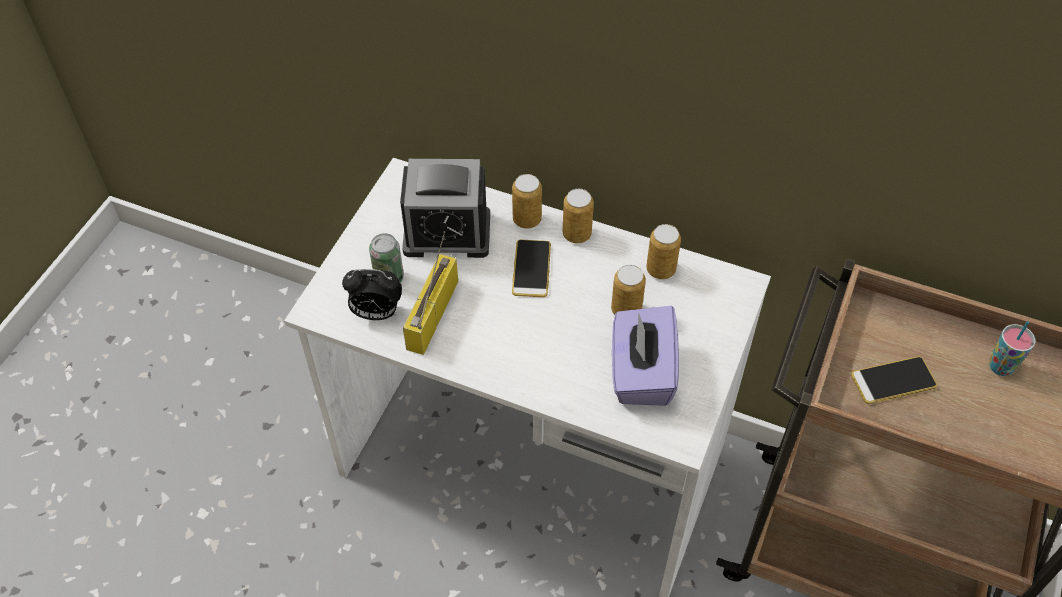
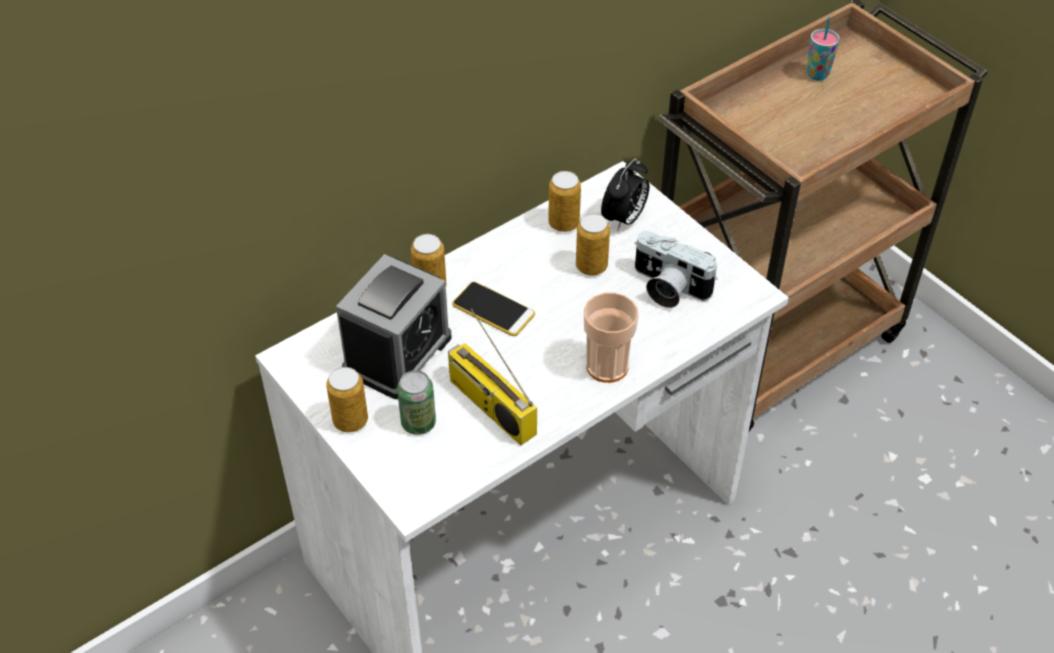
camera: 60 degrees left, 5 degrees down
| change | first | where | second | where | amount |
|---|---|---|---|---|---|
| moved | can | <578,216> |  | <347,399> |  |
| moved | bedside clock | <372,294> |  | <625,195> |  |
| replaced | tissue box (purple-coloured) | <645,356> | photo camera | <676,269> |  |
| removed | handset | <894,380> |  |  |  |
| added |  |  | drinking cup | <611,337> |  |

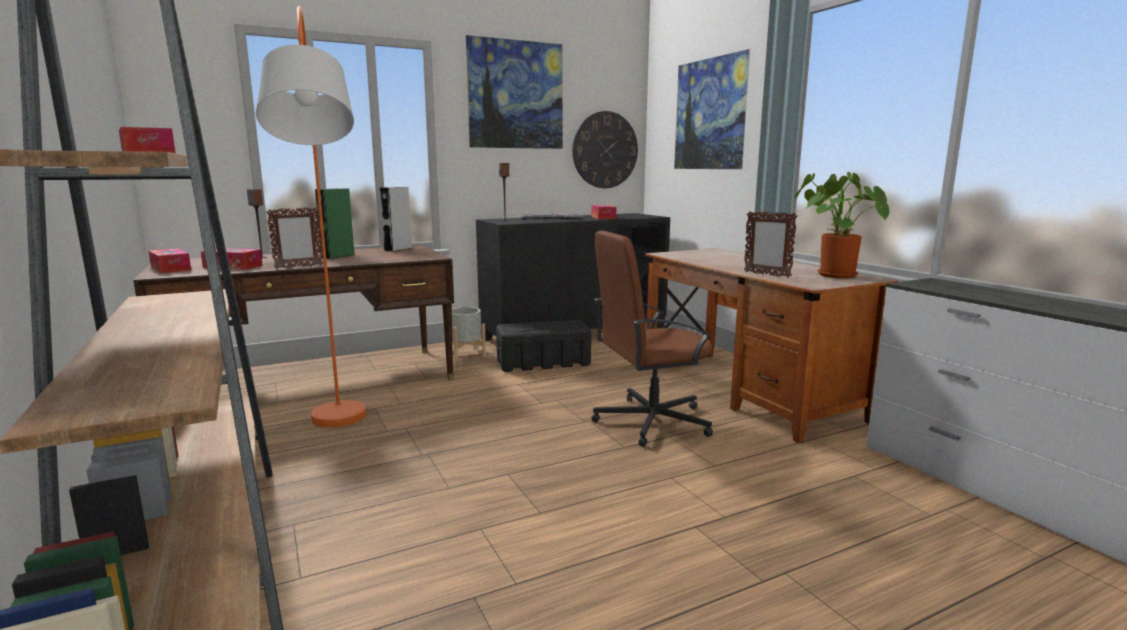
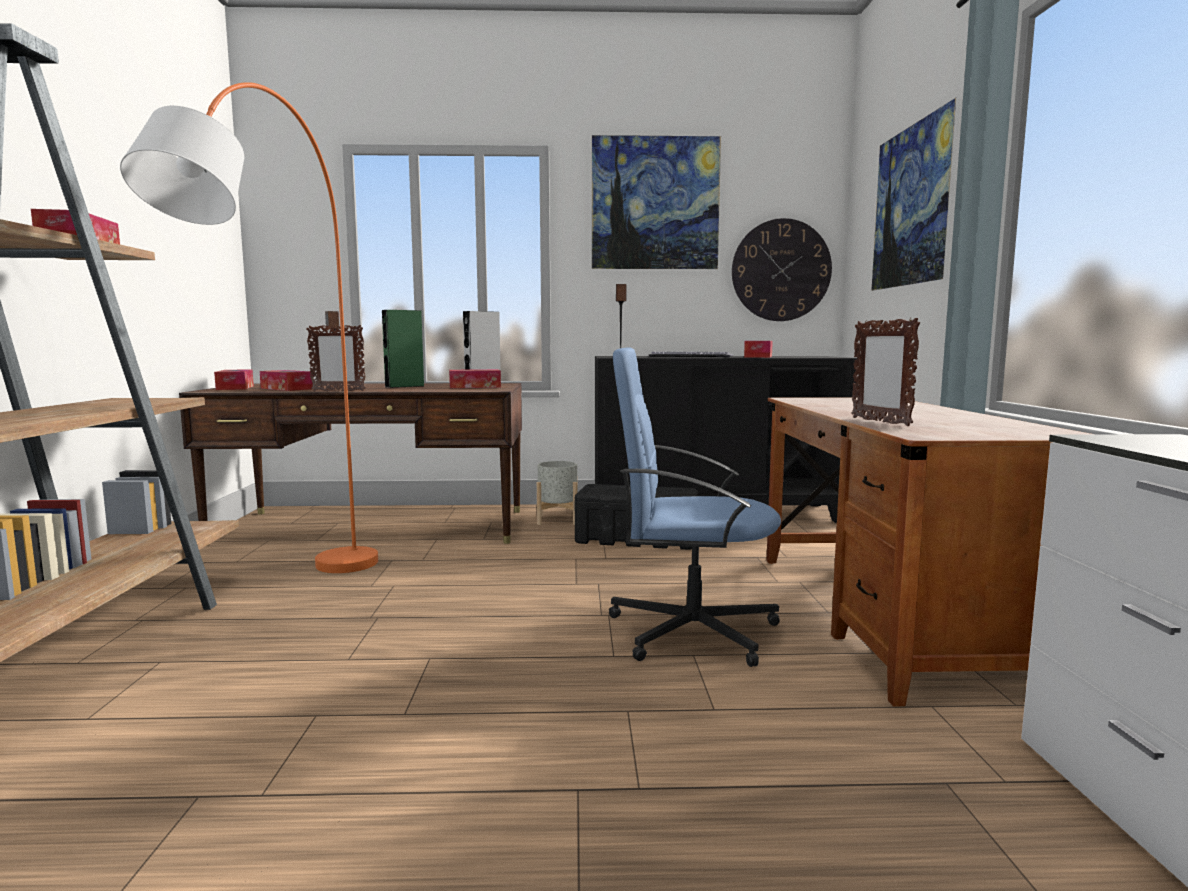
camera: 25 degrees right, 5 degrees down
| change | first | where | second | where | amount |
|---|---|---|---|---|---|
| removed | plant in a pot | <842,225> |  |  |  |
| recoloured | office chair (brown) | <652,339> | office chair (blue-coloured) | <695,507> |  |
| added |  |  | tissue box | <475,378> |  |

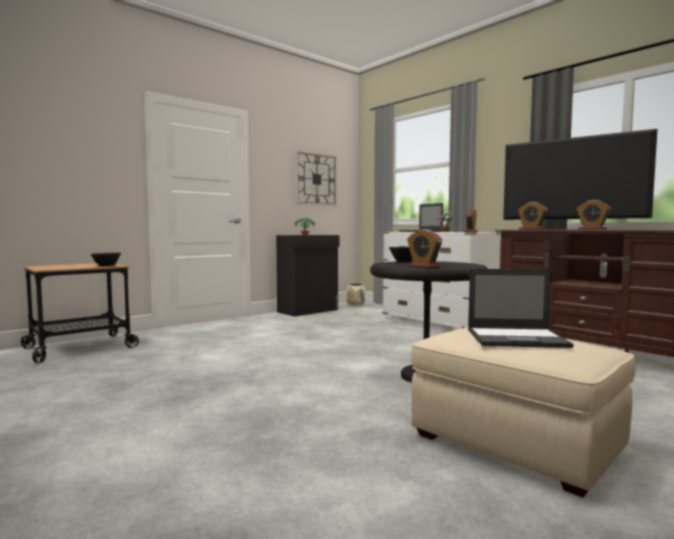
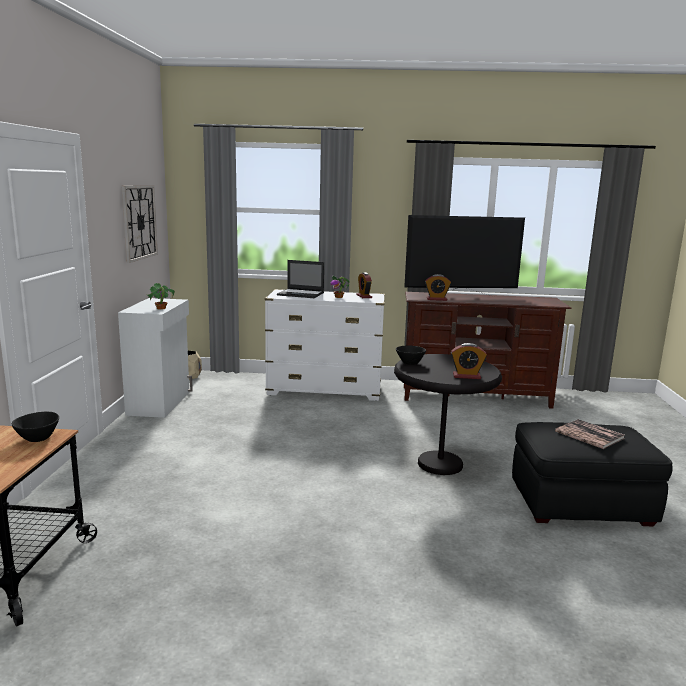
camera: 45 degrees left, 10 degrees up
| change | first | where | second | where | amount |
|---|---|---|---|---|---|
| removed | bedside clock | <594,215> |  |  |  |
| recoloured | storage cabinet (black-coloured) | <308,276> | storage cabinet (white-coloured) | <155,358> |  |
| replaced | notebook computer | <521,308> | bound book | <590,434> |  |
| recoloured | ottoman (beige) | <523,412> | ottoman (black-coloured) | <592,474> |  |

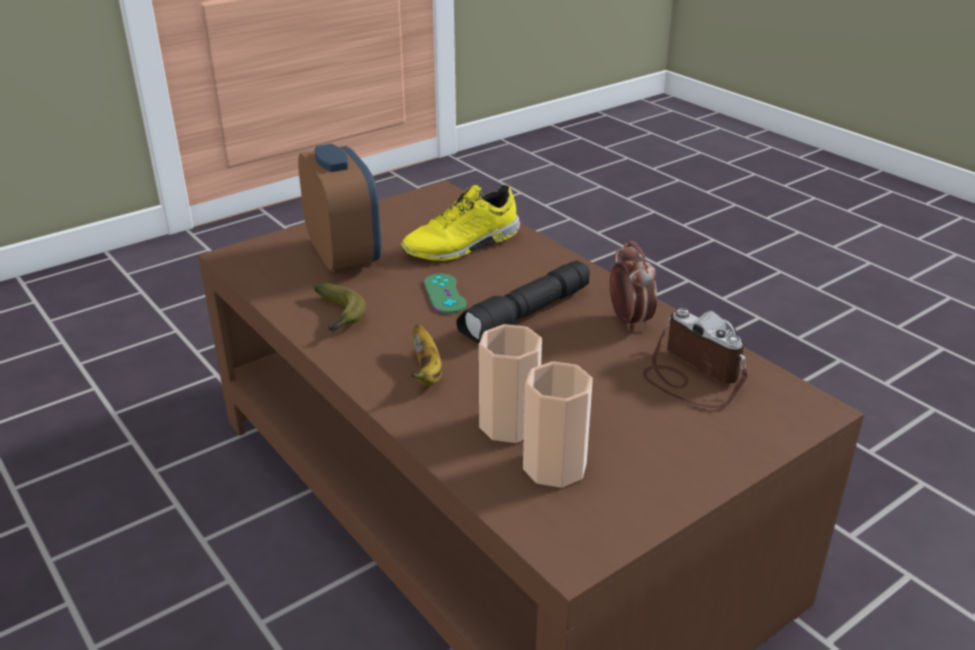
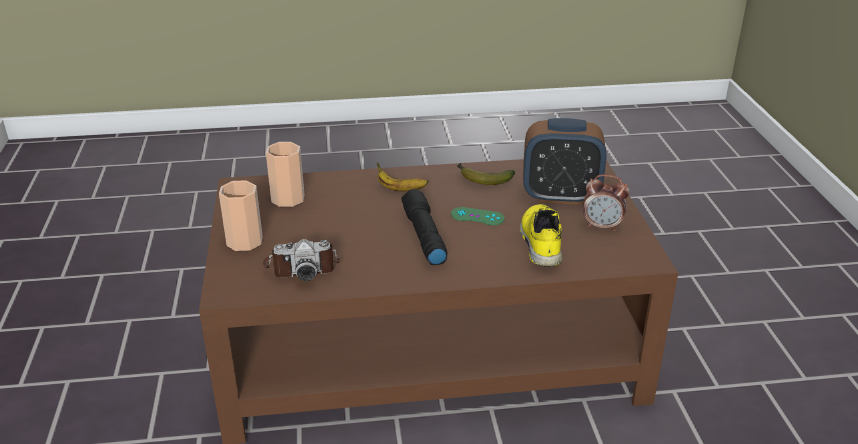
camera: 120 degrees right, 0 degrees up
| change | first | where | second | where | amount |
|---|---|---|---|---|---|
| moved | bedside clock | <633,285> |  | <606,202> |  |
| moved | drinking cup | <510,383> |  | <241,215> |  |

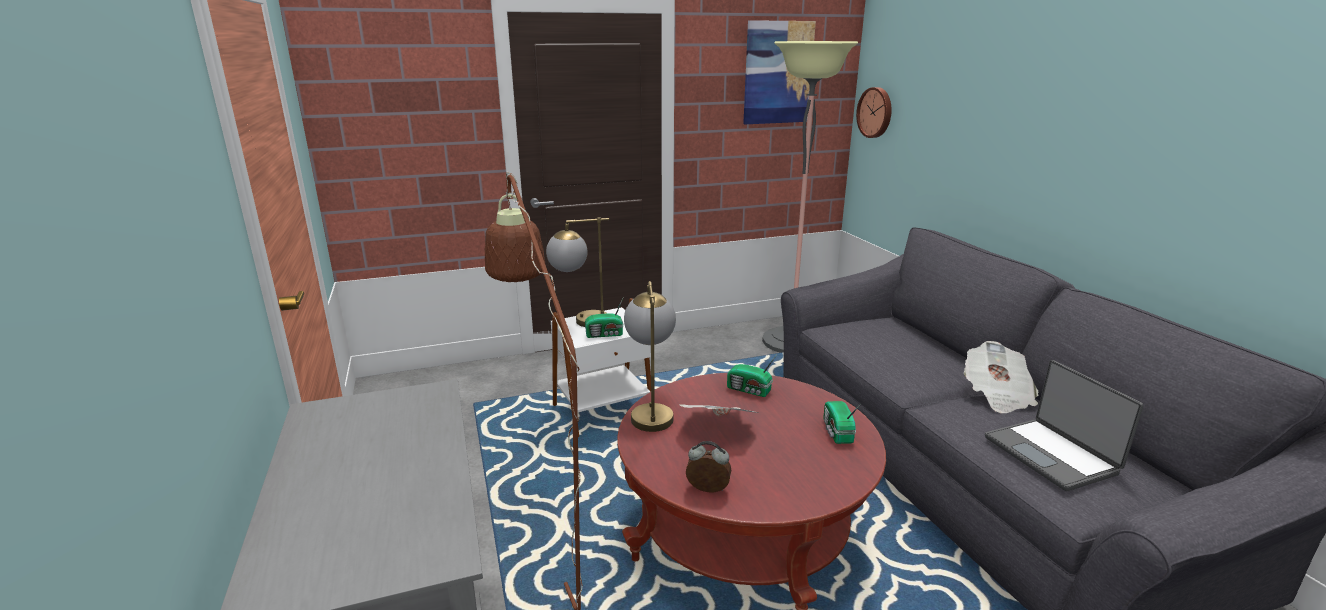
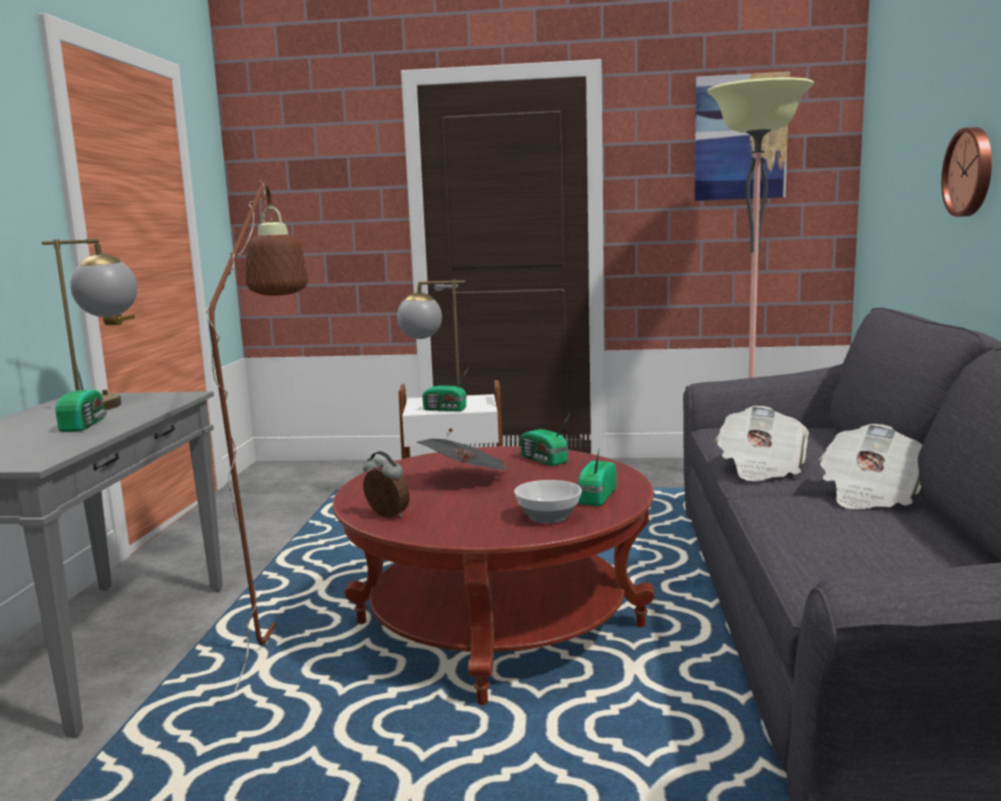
camera: 25 degrees right, 10 degrees down
| change | first | where | second | where | amount |
|---|---|---|---|---|---|
| moved | clock on the wall | <874,112> |  | <966,172> |  |
| moved | table lamp | <650,356> |  | <89,324> |  |
| removed | notebook computer | <1064,425> |  |  |  |
| added |  |  | radio | <81,397> |  |
| added |  |  | daily paper | <762,443> |  |
| added |  |  | deep dish | <548,501> |  |

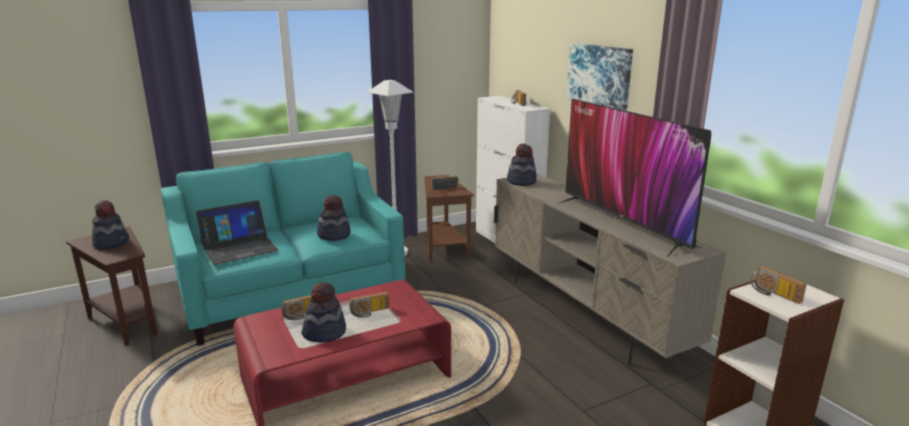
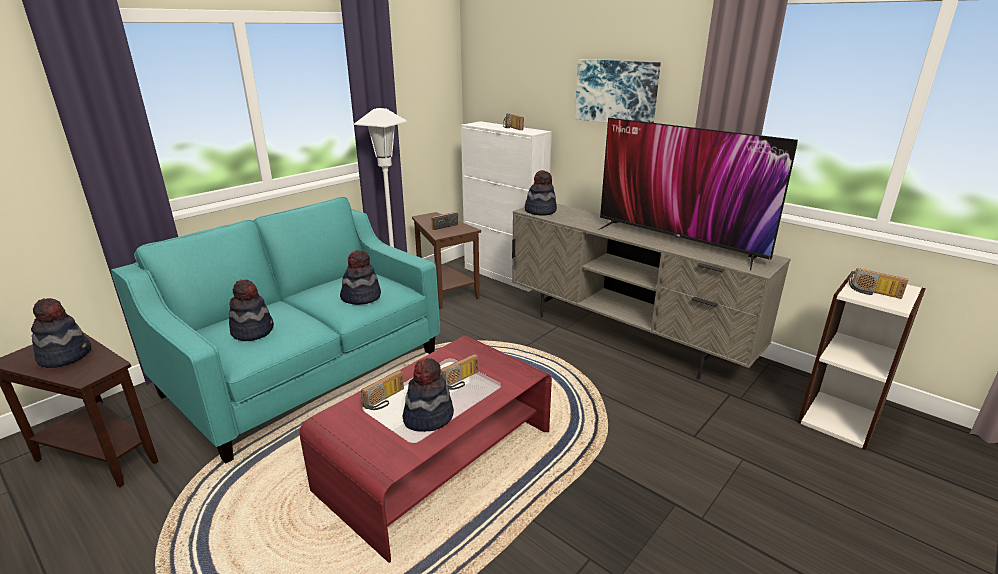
camera: 20 degrees left, 5 degrees up
| change | first | where | second | where | amount |
|---|---|---|---|---|---|
| replaced | notebook computer | <237,232> | clothing hat | <251,310> |  |

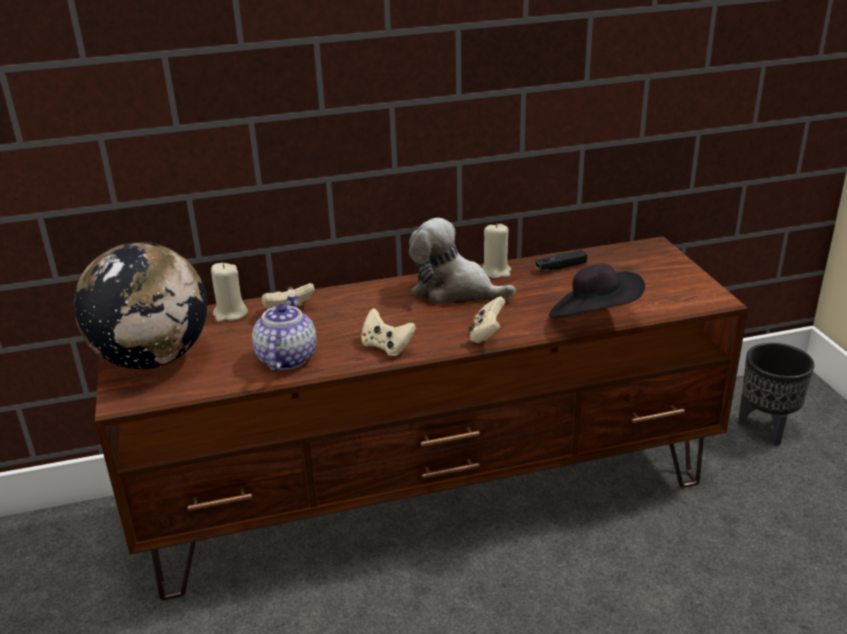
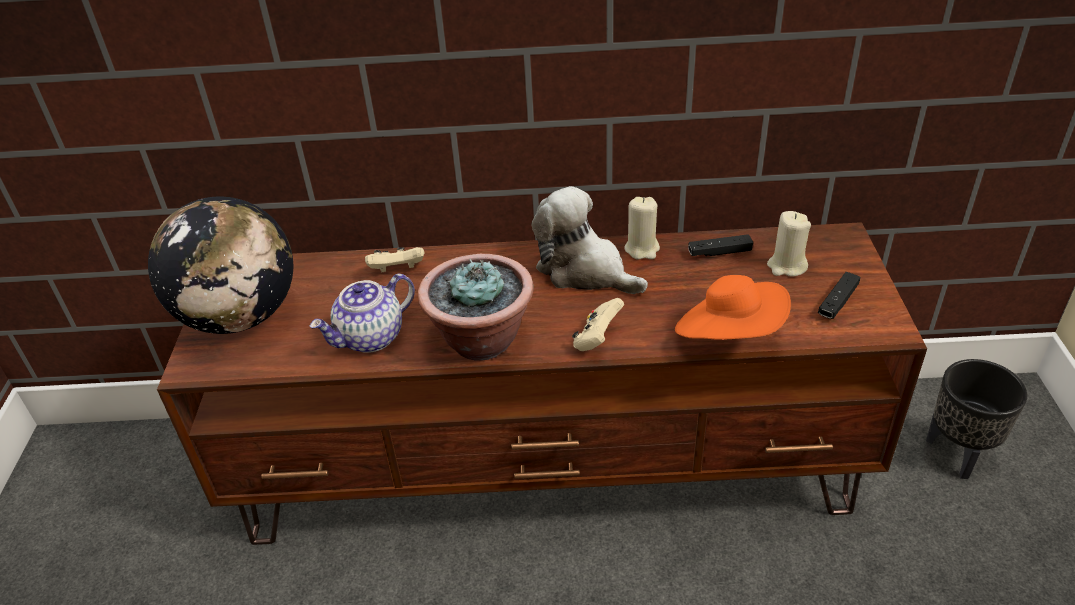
camera: 15 degrees right, 10 degrees up
| change | first | where | second | where | amount |
|---|---|---|---|---|---|
| moved | wax candle (beige) | <229,292> |  | <789,244> |  |
| recoloured | clothing hat (black-coloured) | <597,290> | clothing hat (orange) | <733,307> |  |
| turned | tea pot | <284,332> |  | <362,313> | 150 degrees counterclockwise |
| replaced | game controller (beige) | <388,332> | plant in a pot | <475,307> |  |
| added |  |  | game controller (black-coloured) | <839,295> |  |

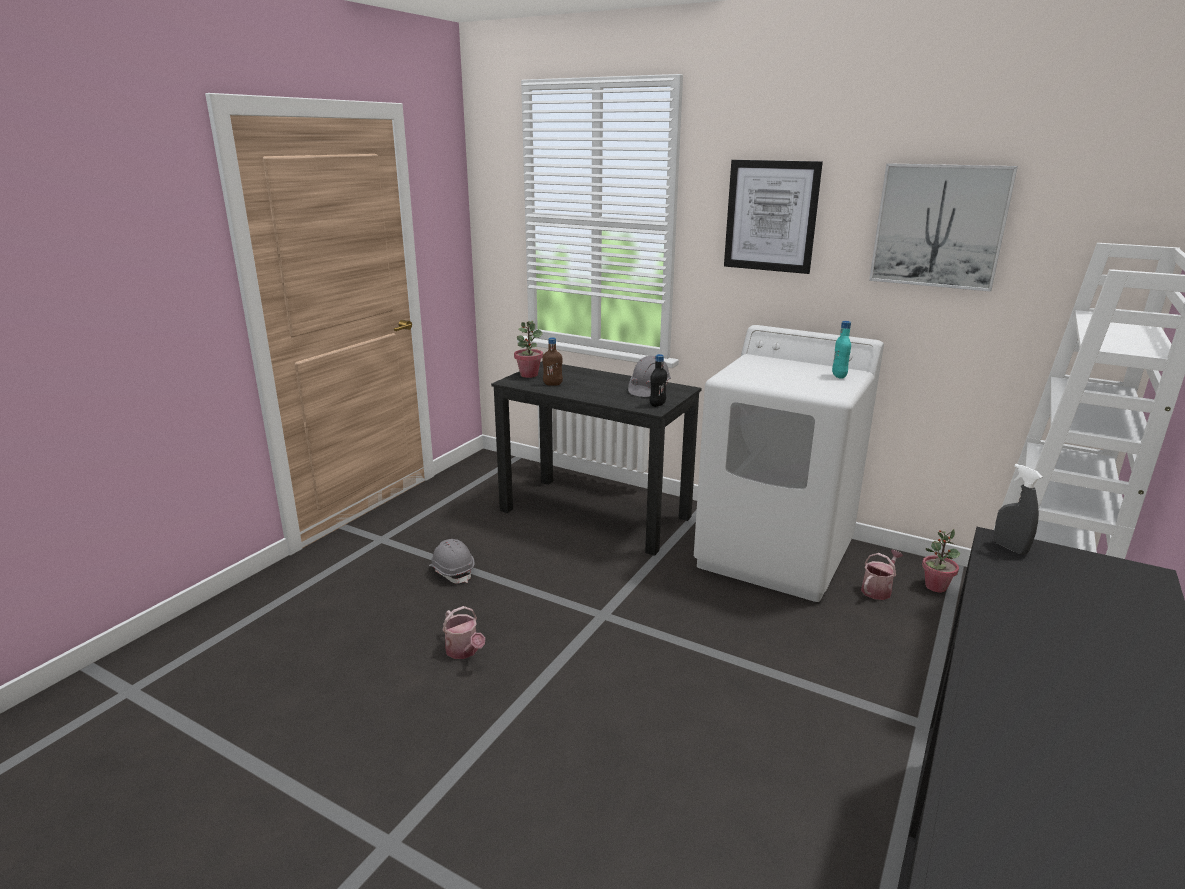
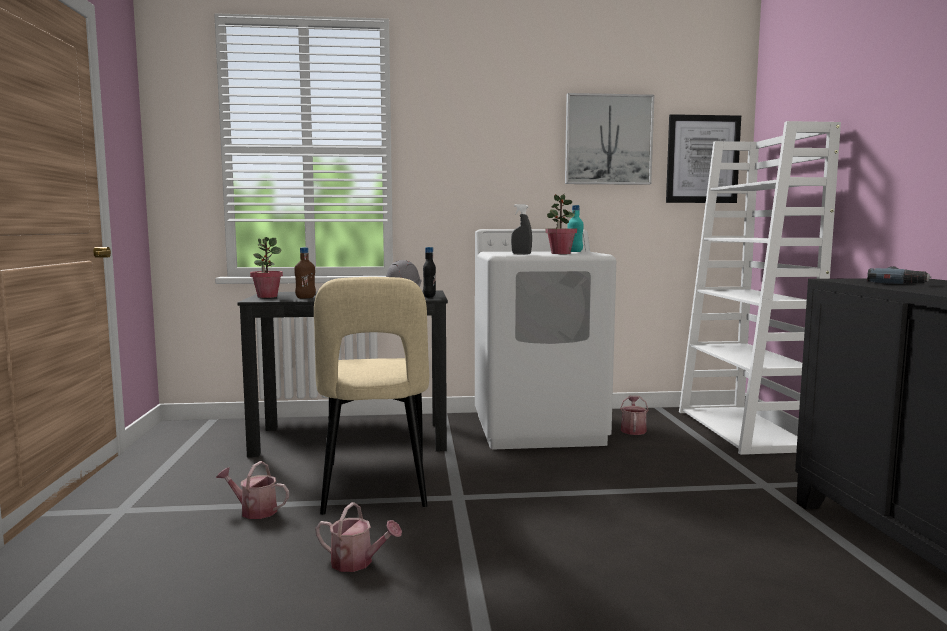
camera: 35 degrees left, 15 degrees down
| change | first | where | second | where | amount |
|---|---|---|---|---|---|
| moved | picture | <773,217> |  | <703,158> |  |
| moved | sprayer (grey) | <1018,509> |  | <521,229> |  |
| moved | plant in a pot | <941,560> |  | <561,224> |  |
| replaced | hard hat (grey) | <451,561> | sprinkling can | <252,490> |  |
| added |  |  | drill | <899,275> |  |
| added |  |  | chair (beige) | <371,396> |  |

